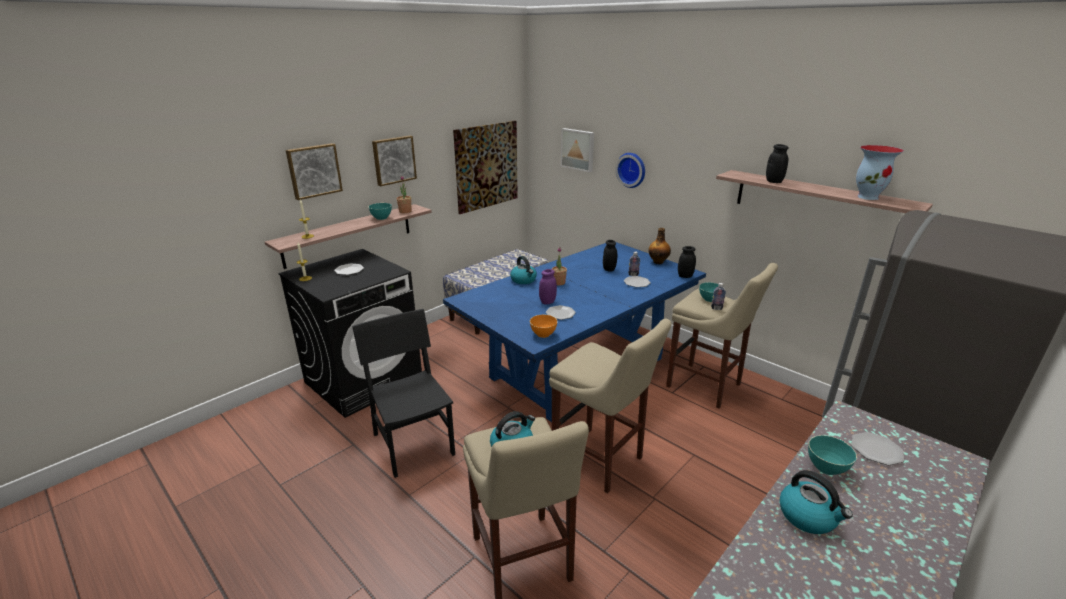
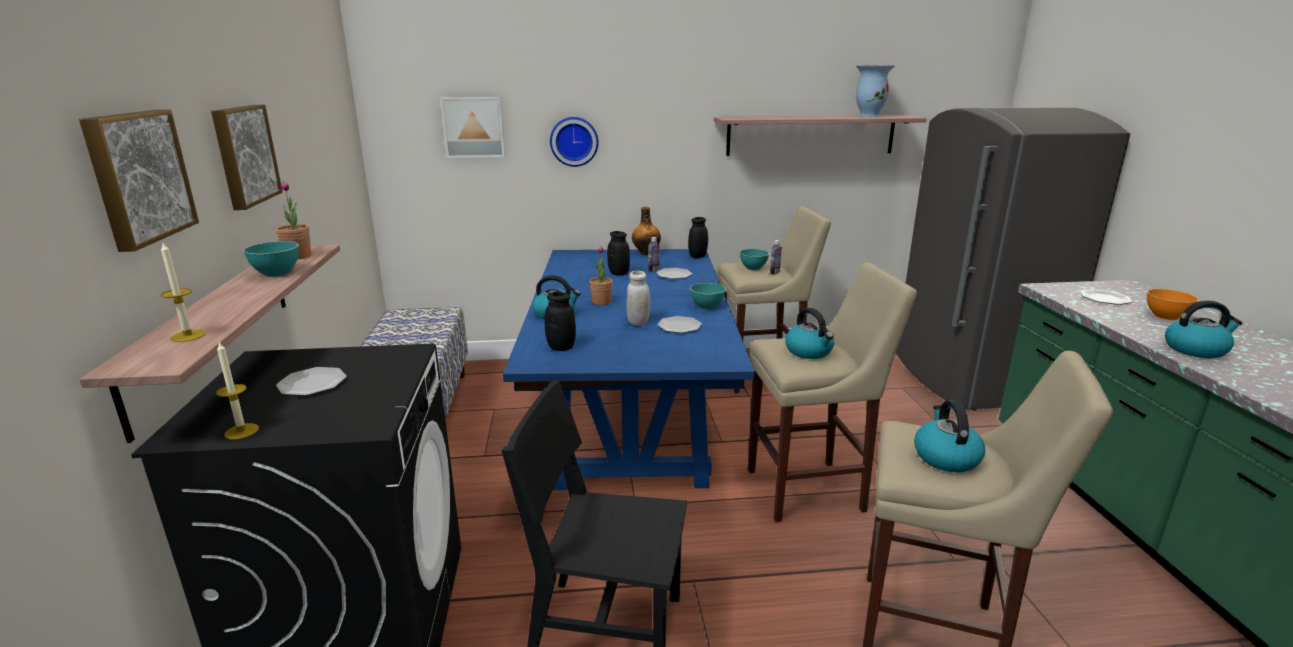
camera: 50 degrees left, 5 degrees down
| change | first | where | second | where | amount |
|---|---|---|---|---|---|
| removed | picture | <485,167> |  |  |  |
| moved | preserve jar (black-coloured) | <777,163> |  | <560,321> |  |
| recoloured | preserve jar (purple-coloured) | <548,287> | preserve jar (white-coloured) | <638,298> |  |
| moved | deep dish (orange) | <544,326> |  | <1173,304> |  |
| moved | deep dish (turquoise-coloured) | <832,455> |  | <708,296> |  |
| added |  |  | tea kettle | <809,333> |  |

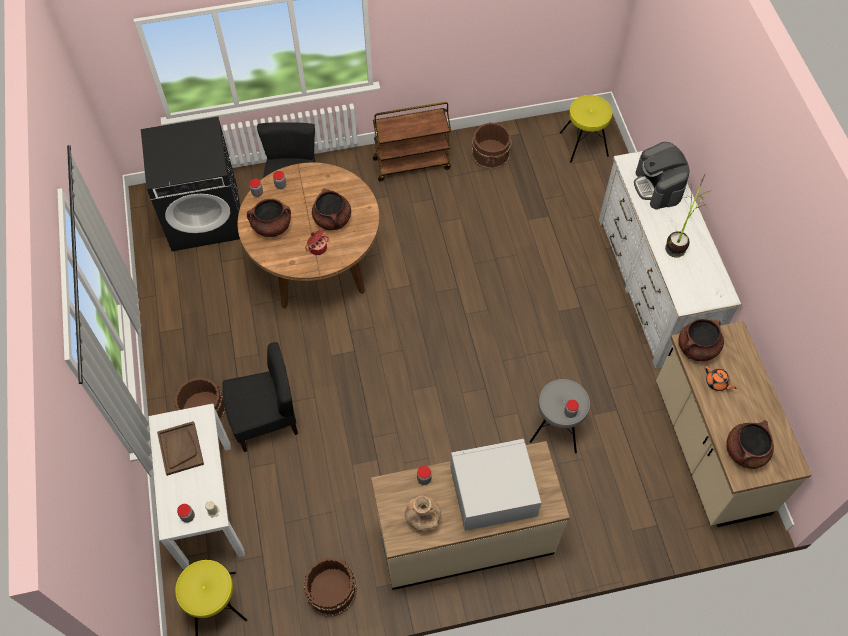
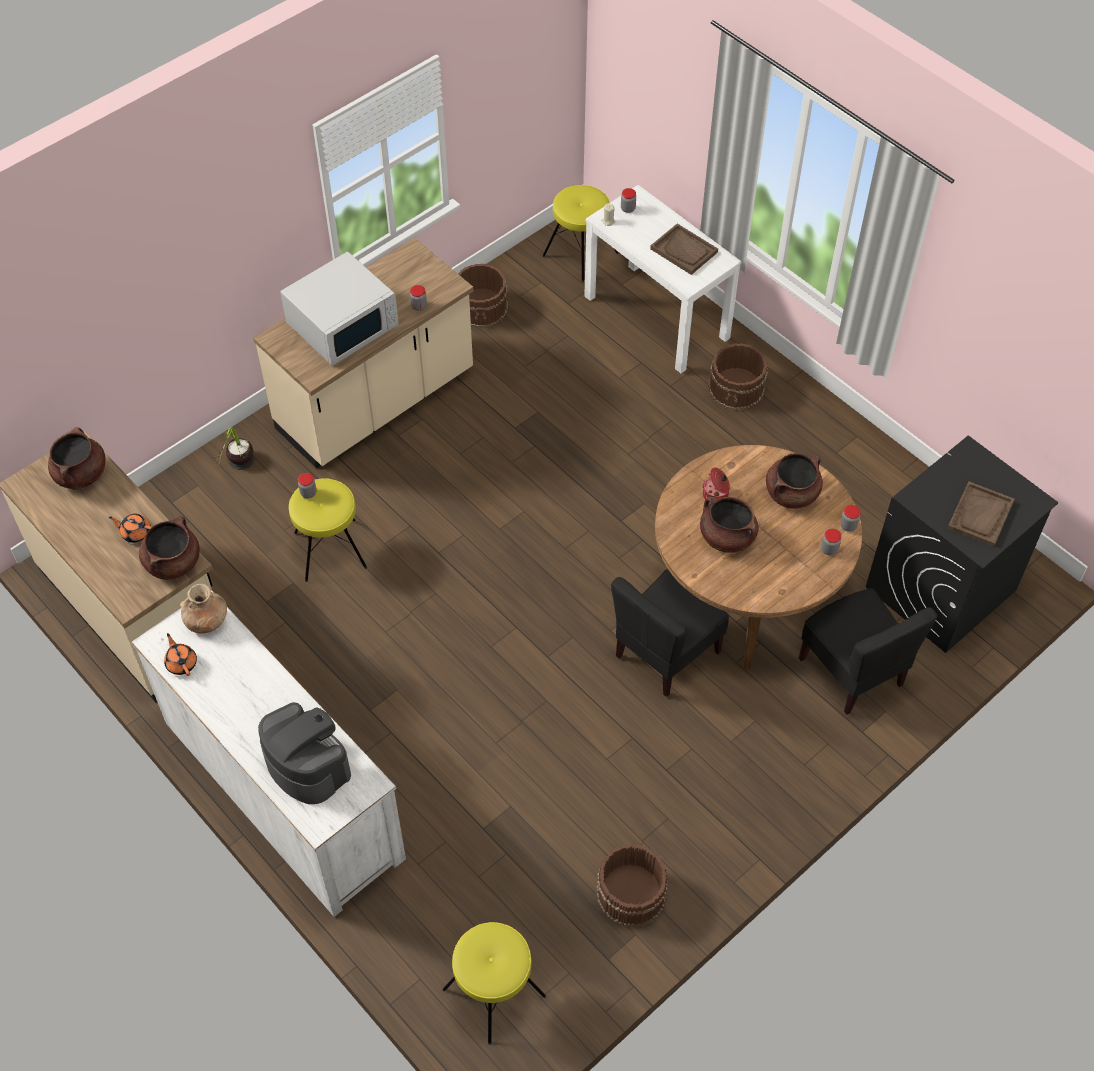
camera: 150 degrees right, 5 degrees down
| change | first | where | second | where | amount |
|---|---|---|---|---|---|
| removed | cart (brown) | <412,141> |  |  |  |
| moved | plant in a pot | <687,216> |  | <234,448> |  |
| moved | chair (black-coloured) | <260,397> |  | <670,633> |  |
| recoloured | stool (grey) | <559,416> | stool (yellow) | <328,530> |  |
| moved | flower vase (brown) | <423,513> |  | <203,609> |  |
| added |  |  | carrying tray (brown) | <980,514> |  |
| added |  |  | tea pot (orange) | <180,654> |  |

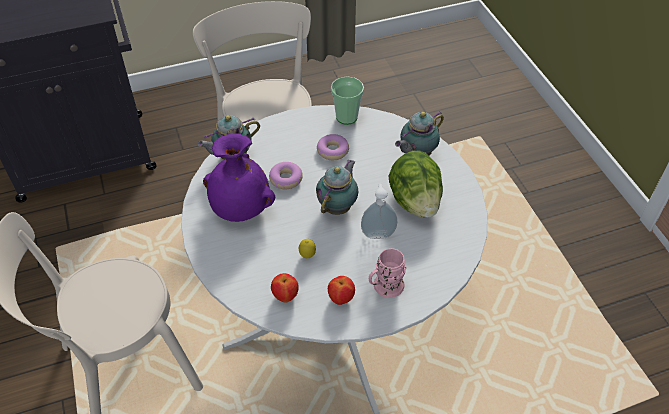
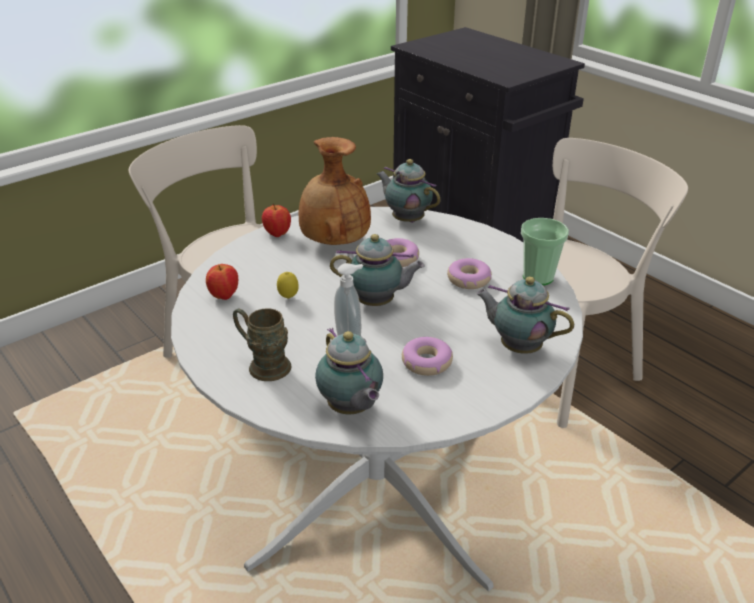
camera: 70 degrees right, 15 degrees down
| change | first | where | second | where | amount |
|---|---|---|---|---|---|
| recoloured | flower vase (purple-coloured) | <239,177> | flower vase (brown) | <335,191> |  |
| replaced | lettuce | <416,184> | donut | <427,356> |  |
| recoloured | coffee mug (pinkish) | <387,273> | coffee mug (brown) | <262,344> |  |
| moved | apple | <341,290> |  | <276,220> |  |
| added |  |  | tea pot | <349,371> |  |

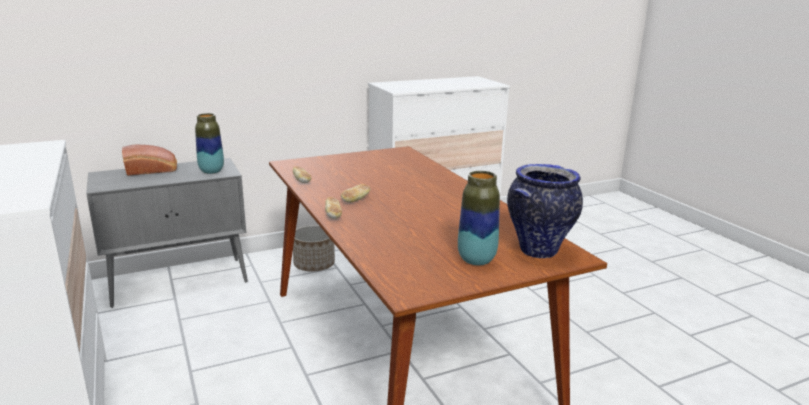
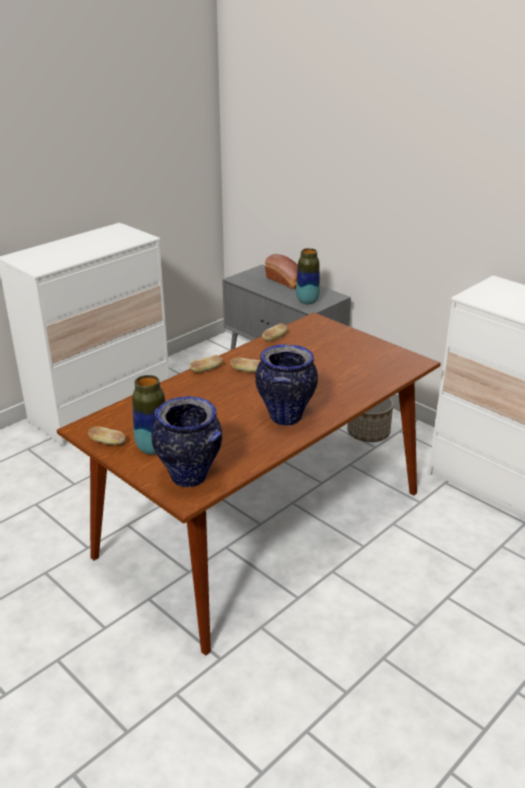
camera: 70 degrees right, 10 degrees up
| change | first | where | second | where | amount |
|---|---|---|---|---|---|
| added |  |  | flower vase | <286,385> |  |
| added |  |  | bread | <106,436> |  |

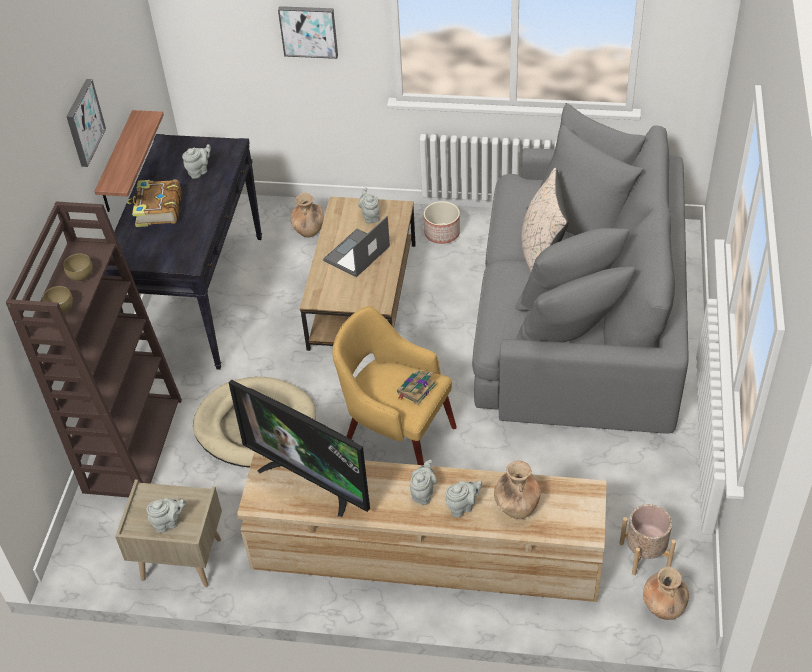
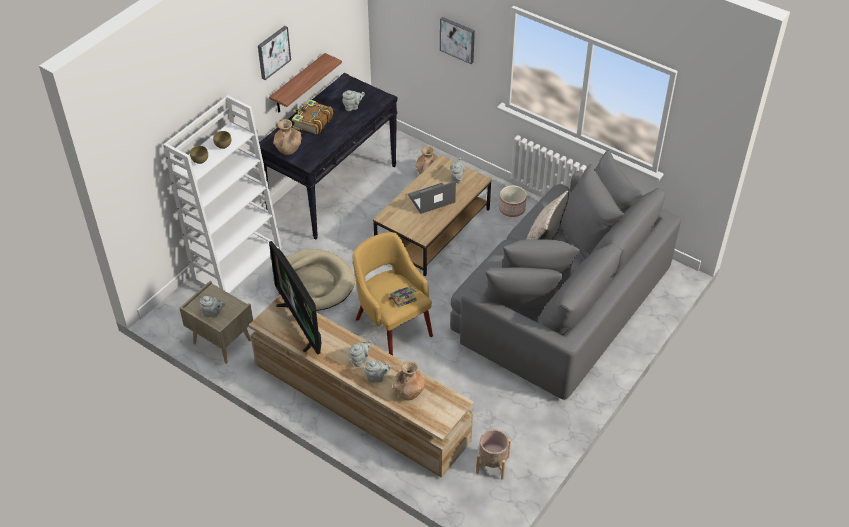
camera: 25 degrees right, 0 degrees up
| change | first | where | second | where | amount |
|---|---|---|---|---|---|
| recoloured | bookshelf (brown) | <94,350> | bookshelf (white-coloured) | <222,194> |  |
| moved | flower vase (brown) | <666,593> |  | <287,137> |  |

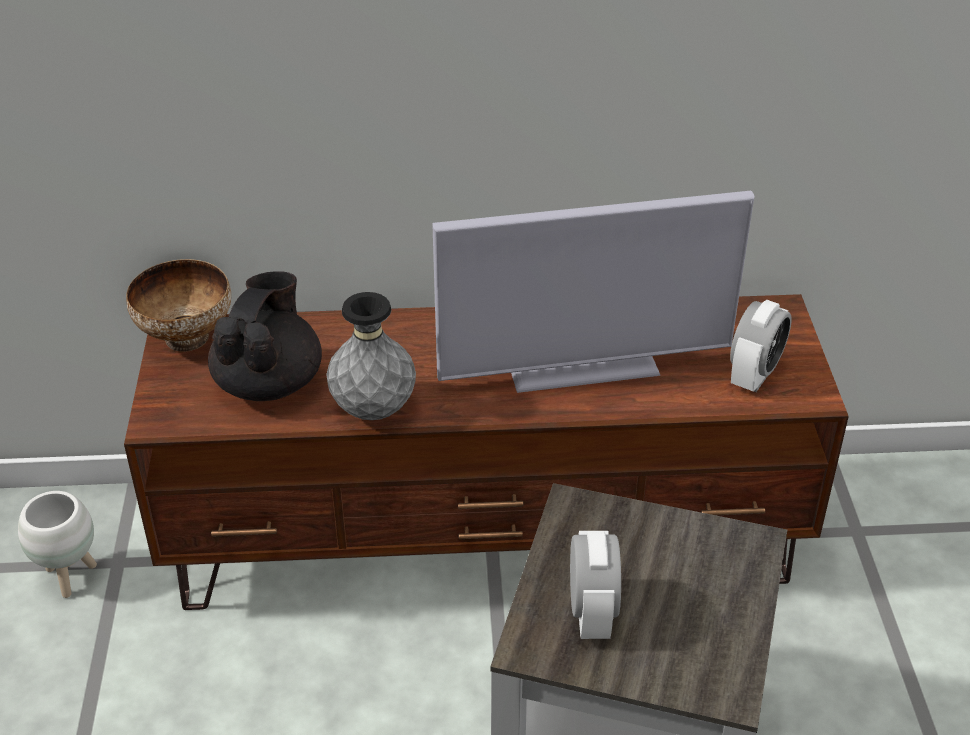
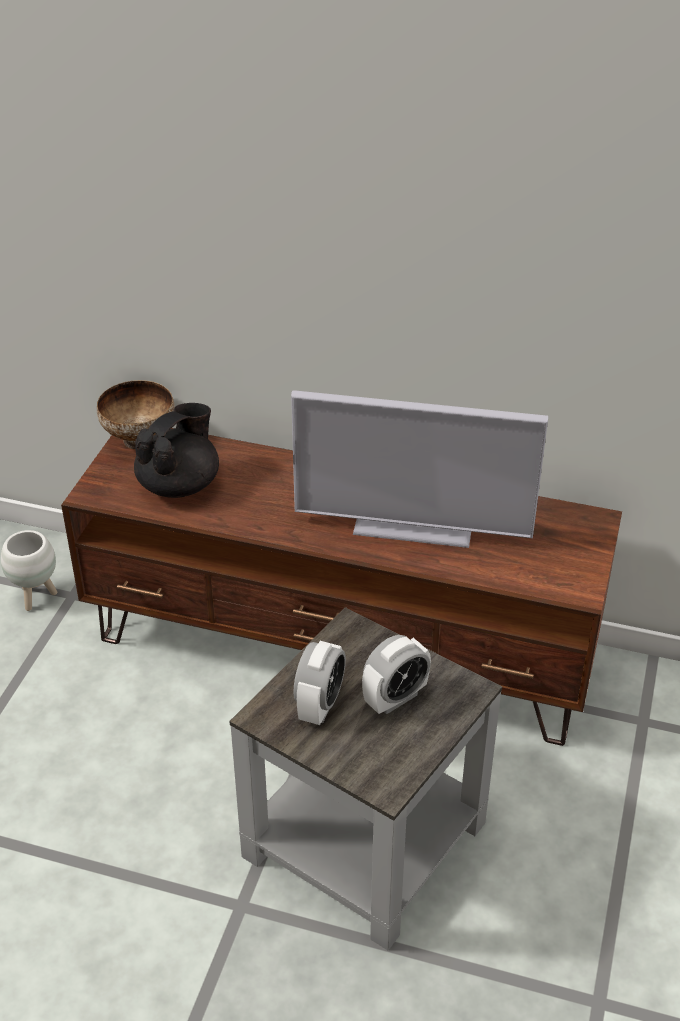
camera: 20 degrees right, 0 degrees up
| change | first | where | second | where | amount |
|---|---|---|---|---|---|
| removed | flower vase (grey) | <371,356> |  |  |  |
| moved | bedside clock | <761,346> |  | <396,675> |  |

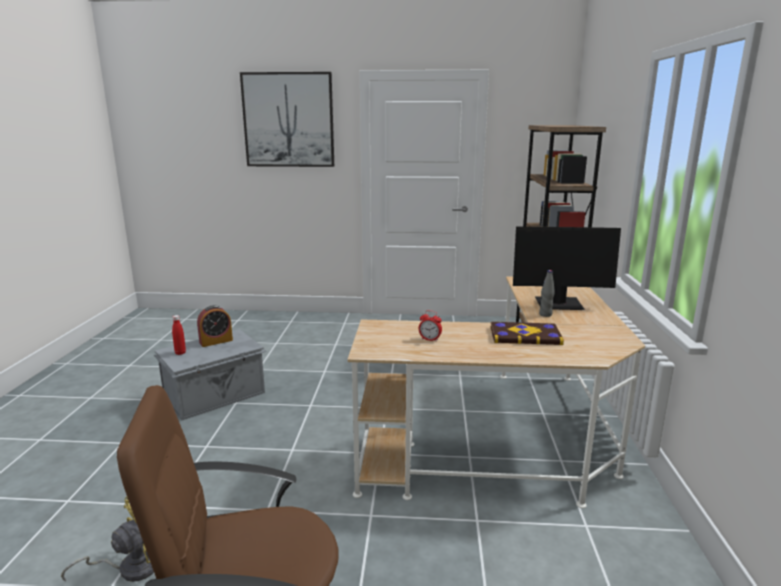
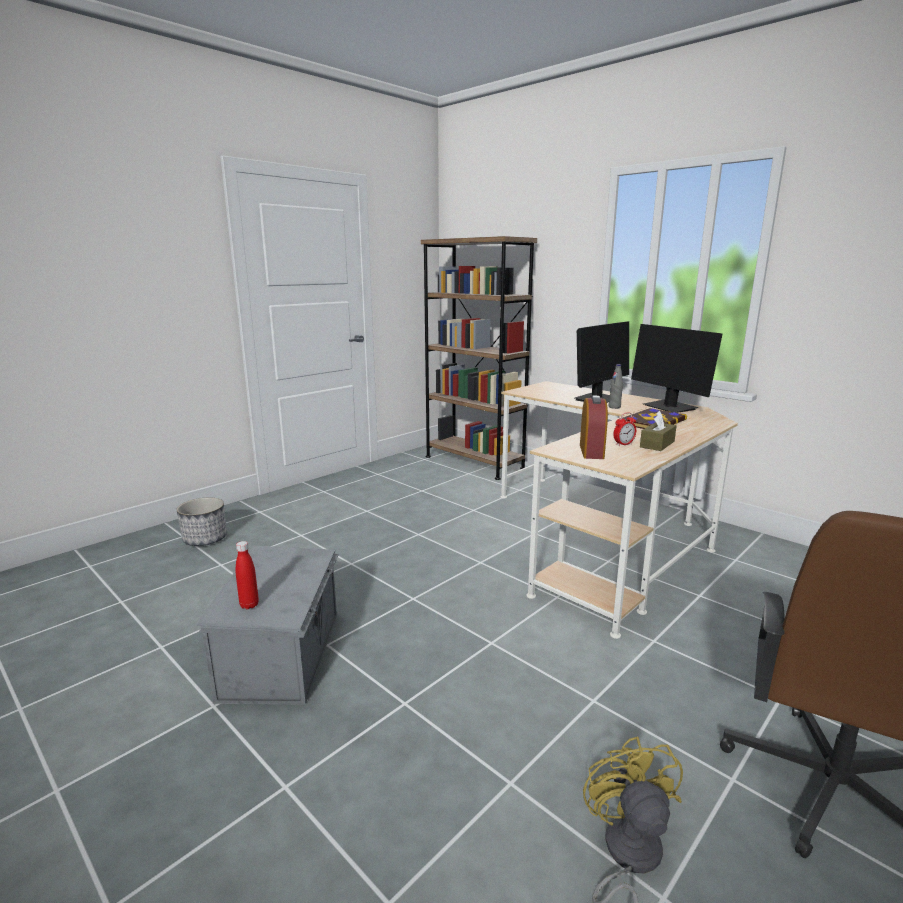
camera: 50 degrees left, 0 degrees up
| change | first | where | second | where | amount |
|---|---|---|---|---|---|
| removed | picture | <287,119> |  |  |  |
| moved | bedside clock | <215,326> |  | <594,427> |  |
| added |  |  | monitor | <677,368> |  |
| added |  |  | tissue box (brown) | <658,431> |  |
| added |  |  | plant pot | <202,522> |  |

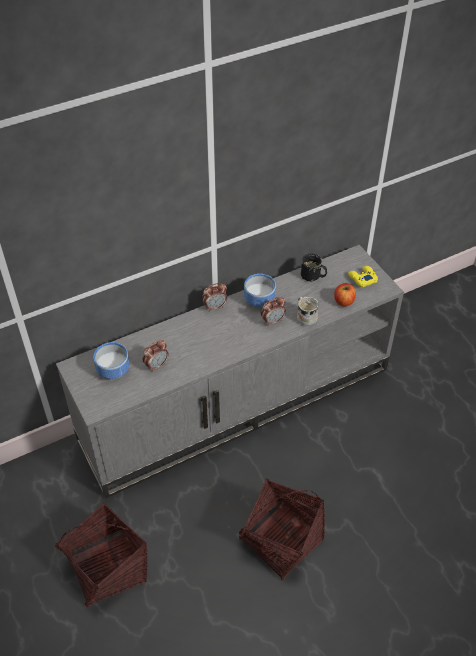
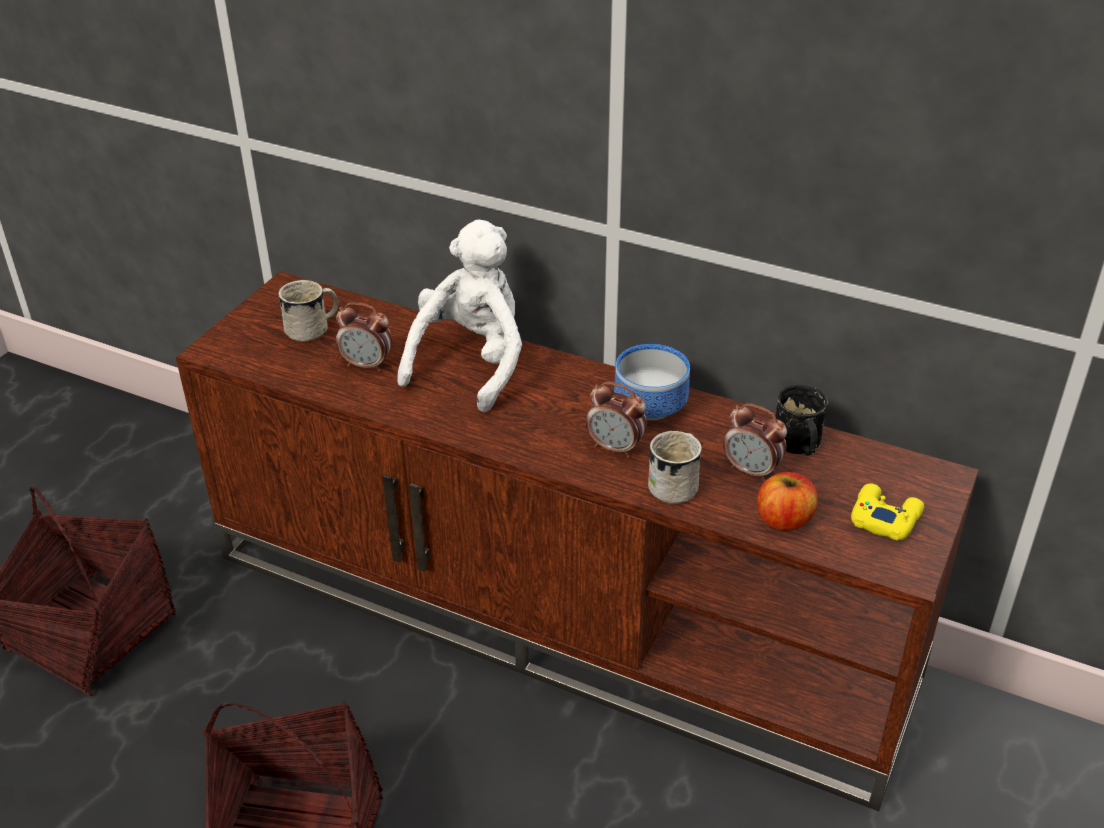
camera: 55 degrees right, 10 degrees down
| change | first | where | second | where | amount |
|---|---|---|---|---|---|
| recoloured | media console (grey) | <230,372> | media console (brown) | <577,541> |  |
| moved | bedside clock | <214,297> |  | <755,442> |  |
| replaced | deep dish | <112,360> | coffee mug (white-coloured) | <308,311> |  |
| added |  |  | soft toy (white-coloured) | <459,316> |  |

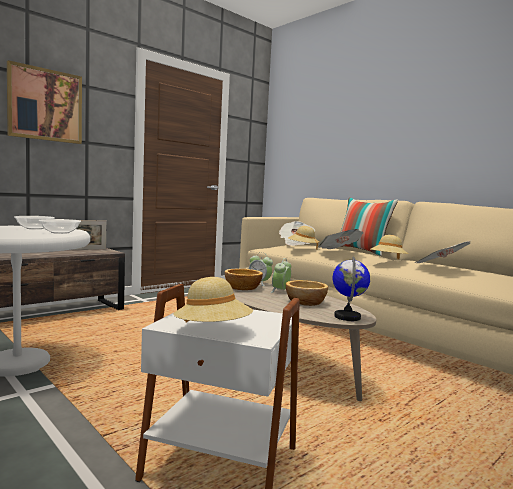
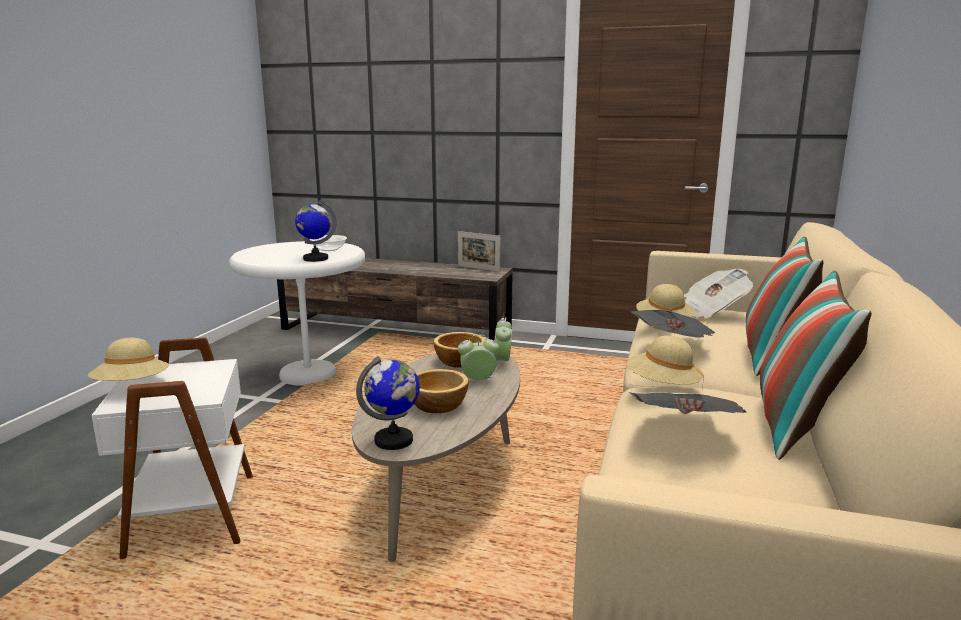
camera: 60 degrees right, 10 degrees up
| change | first | where | second | where | amount |
|---|---|---|---|---|---|
| removed | picture | <44,102> |  |  |  |
| replaced | deep dish | <60,226> | desk globe | <315,231> |  |
| added |  |  | pillow | <816,365> |  |

